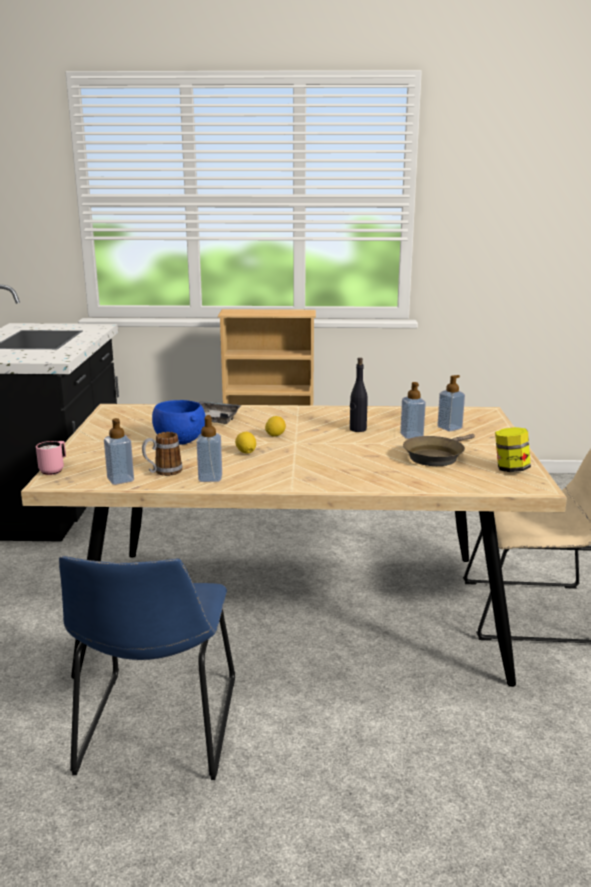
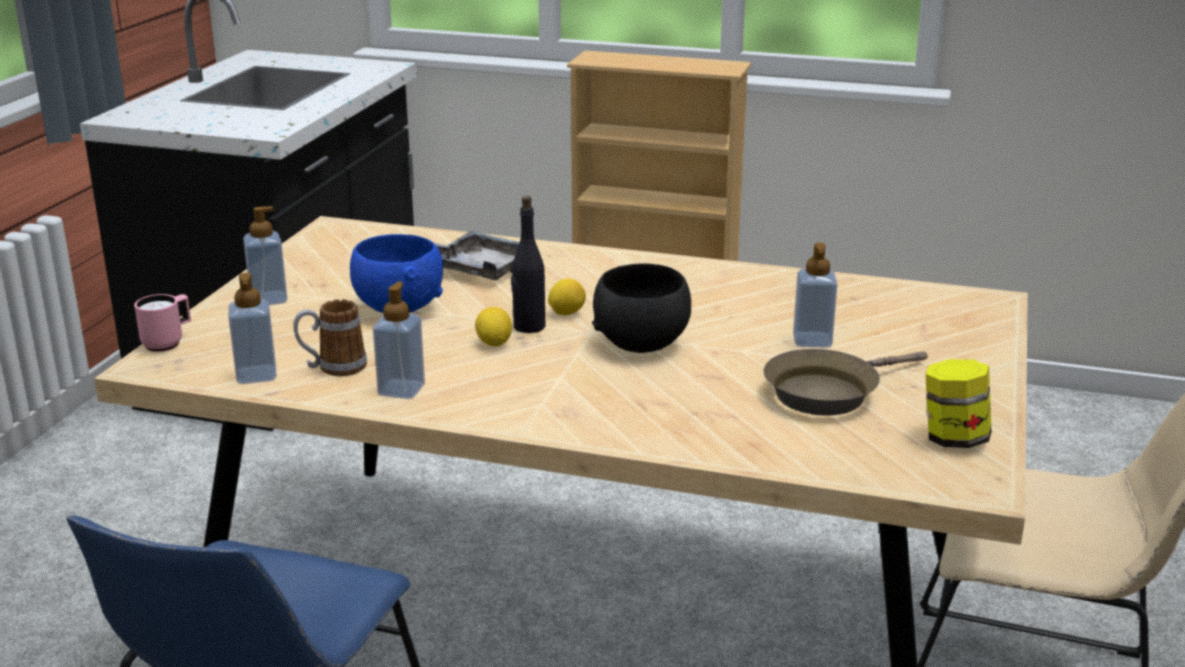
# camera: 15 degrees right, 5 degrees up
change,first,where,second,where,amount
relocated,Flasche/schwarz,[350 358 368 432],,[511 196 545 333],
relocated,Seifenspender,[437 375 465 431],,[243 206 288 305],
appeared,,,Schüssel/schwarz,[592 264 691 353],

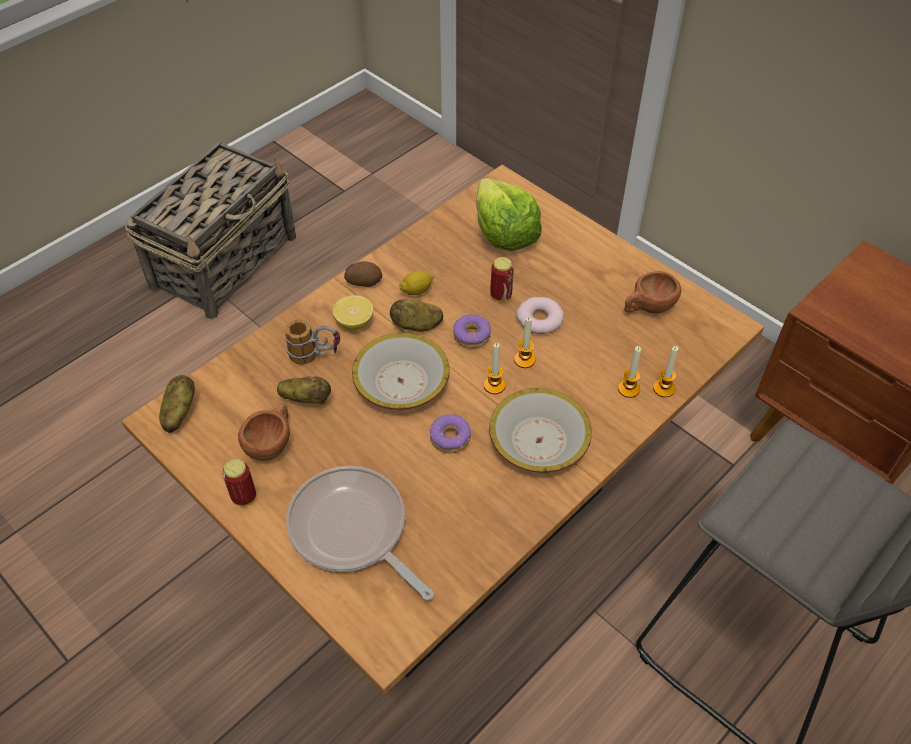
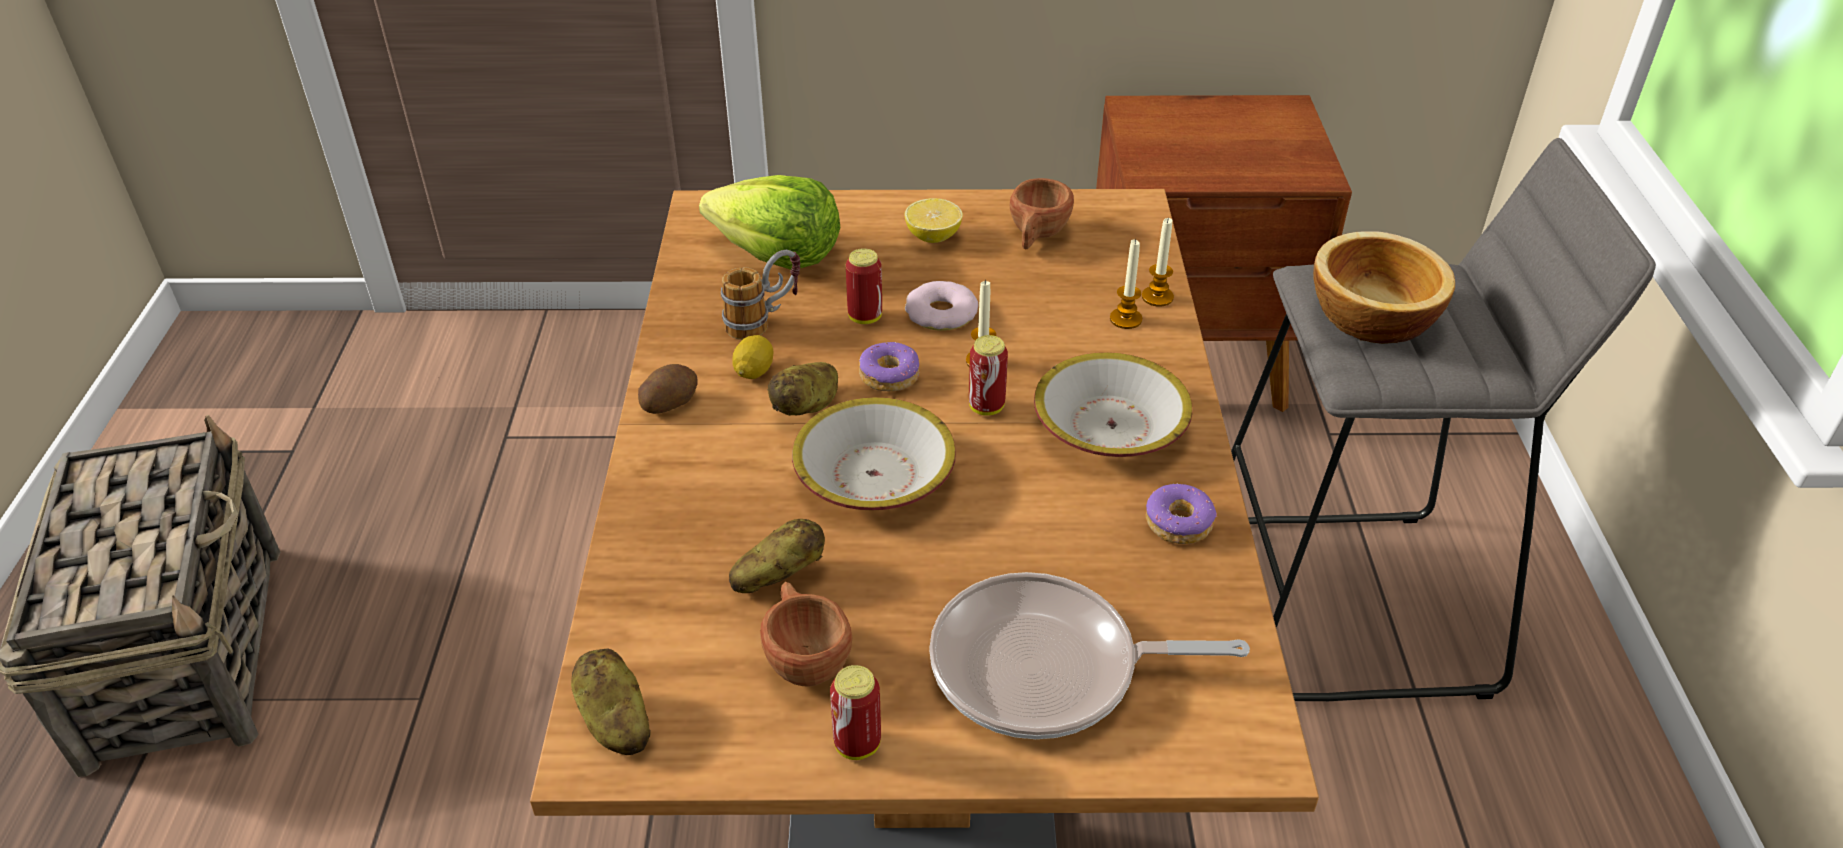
# camera: 45 degrees left, 10 degrees down
change,first,where,second,where,amount
relocated,Zitrone,[333 295 373 330],,[905 198 963 243],
relocated,Henkelbecher,[285 319 340 365],,[721 250 800 340],
exchanged,Kerze,[484 343 505 394],Dose,[969 335 1008 416],
relocated,Donut,[430 414 471 453],,[1146 483 1217 544],
appeared,,,Schüssel,[1313 231 1455 344],

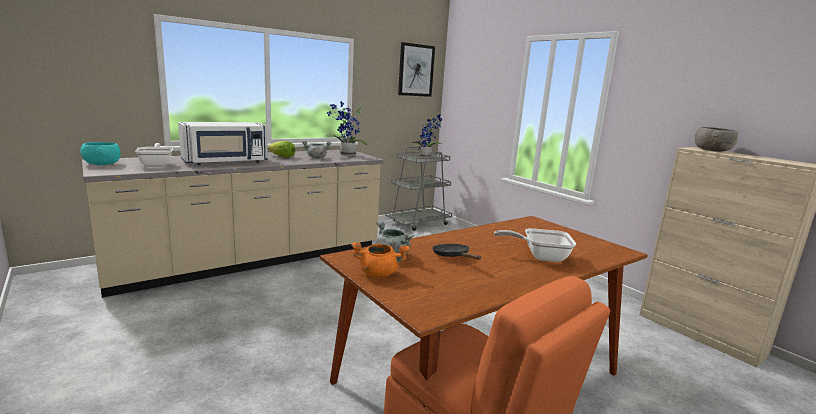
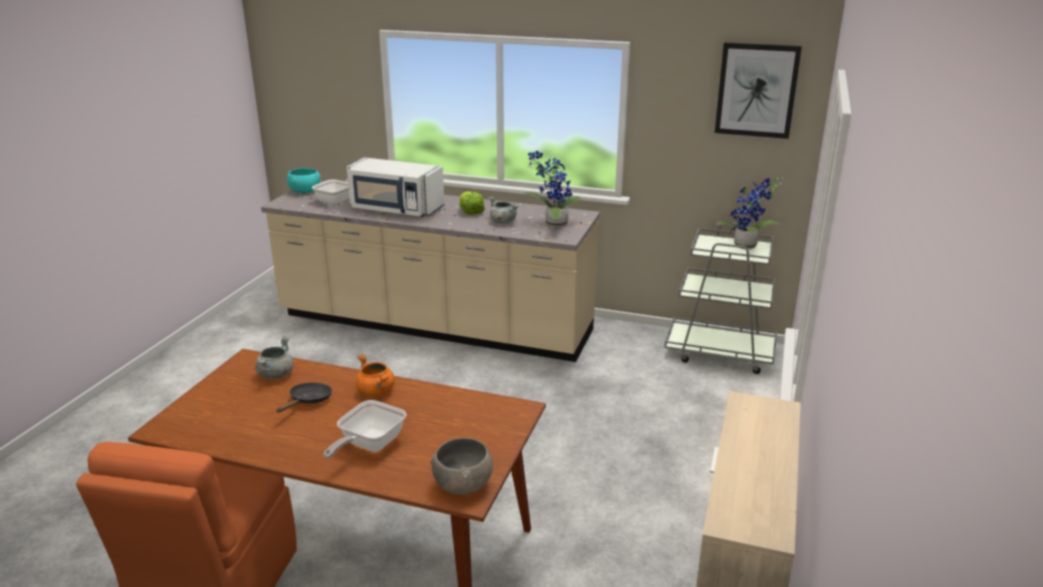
# camera: 55 degrees right, 10 degrees up
change,first,where,second,where,amount
relocated,Schüssel/grau,[695 127 739 152],,[431 438 493 495],
spun,Pfanne,[494 228 576 262],,[324 400 406 459],120 degrees counterclockwise
relocated,Kochtopf/orange,[351 242 409 278],,[356 355 395 396],

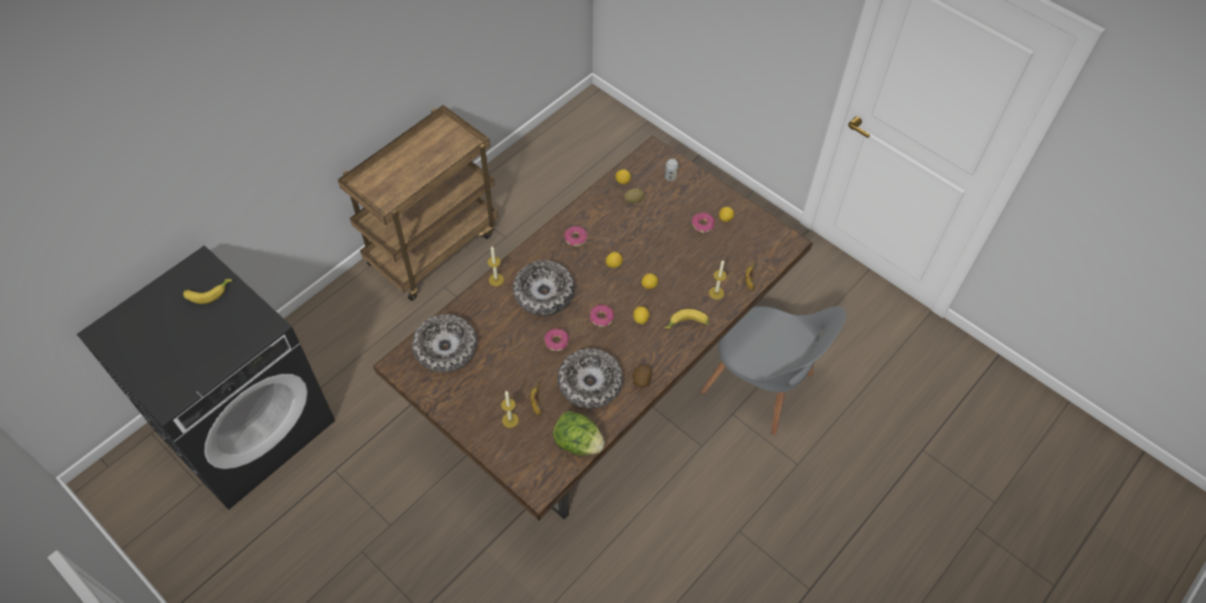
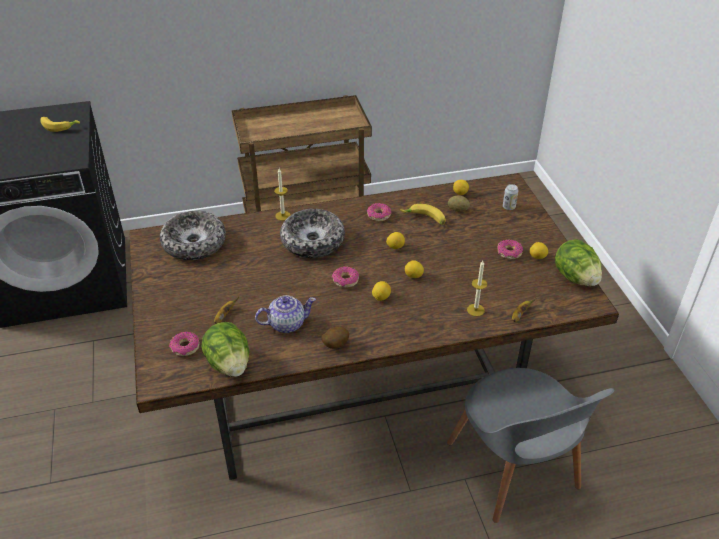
# camera: 35 degrees right, 15 degrees down
change,first,where,second,where,amount
relocated,Banane,[664 309 709 329],,[400 204 446 225],
relocated,Donut,[544 328 569 351],,[169 332 200 356],
exchanged,Schüssel,[557 348 623 409],Teekanne,[255 295 316 333],
missing,Kerze,[501 391 519 428],,,
appeared,,,Salatkopf,[555 239 602 286],

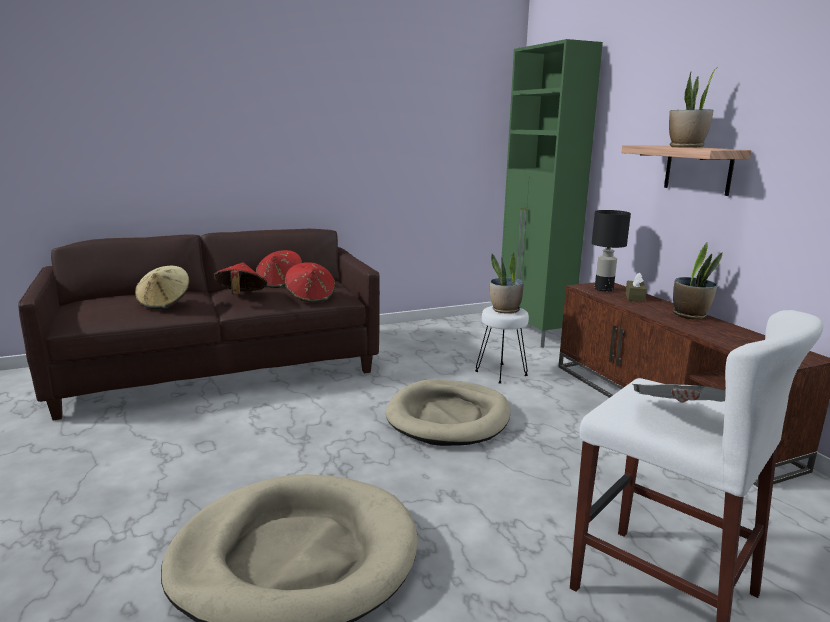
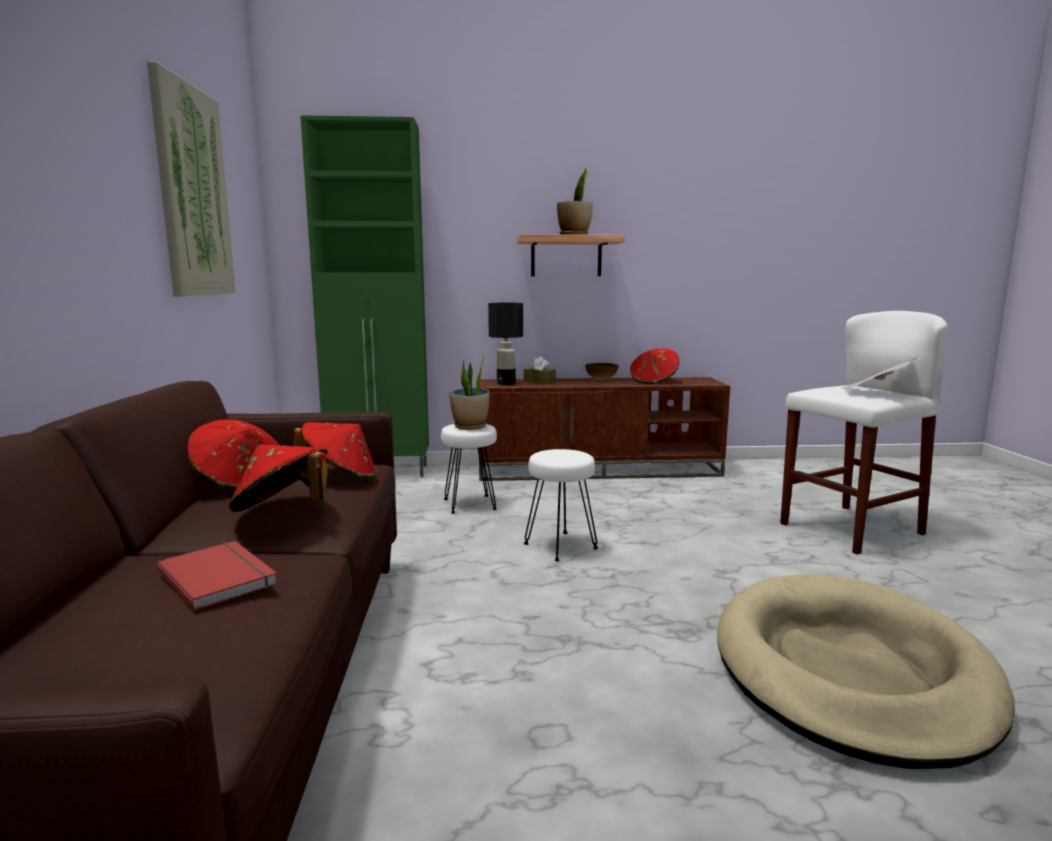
# camera: 70 degrees left, 5 degrees down
change,first,where,second,where,amount
exchanged,Topfpflanze,[672 242 723 320],Schüssel,[585 363 619 381],
exchanged,Hut/beige,[135 266 189 309],Buch/rot,[157 541 278 610],
exchanged,Hundebett/beige,[386 379 510 446],Hocker/weiß,[524 449 598 561],
appeared,,,Bild,[147 61 236 296],
appeared,,,Hut/rot,[630 348 679 384],

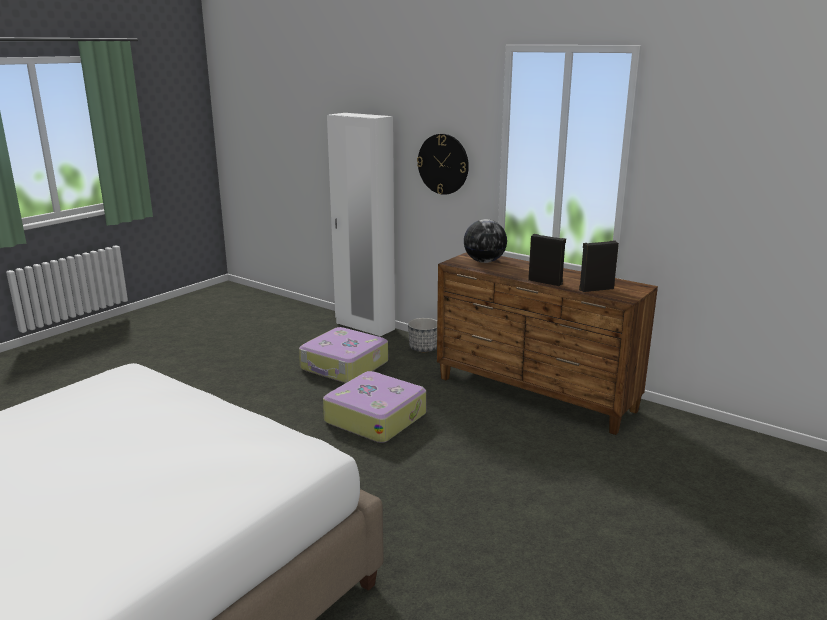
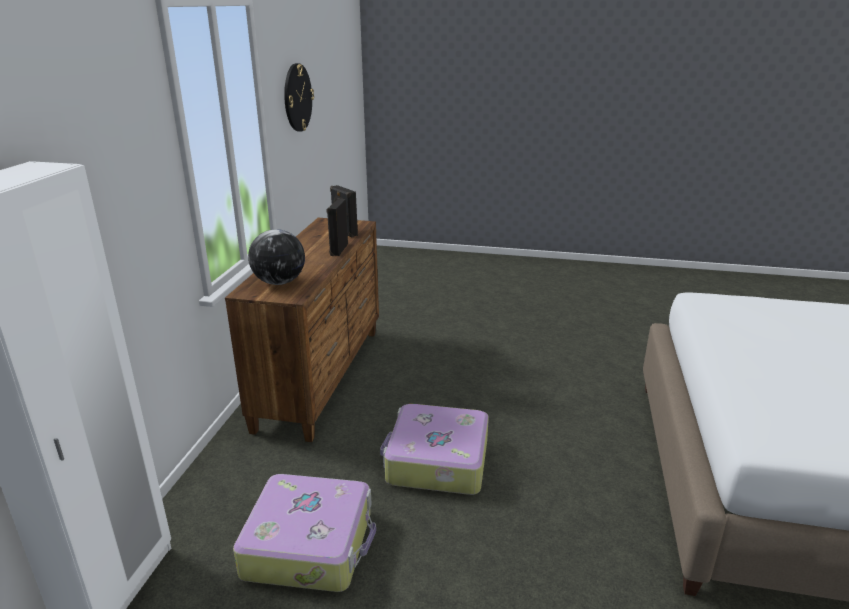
# camera: 115 degrees left, 5 degrees up
change,first,where,second,where,amount
relocated,Wanduhr,[417 134 469 195],,[284 63 314 132],
missing,Pflanzkübel,[408 318 437 352],,,

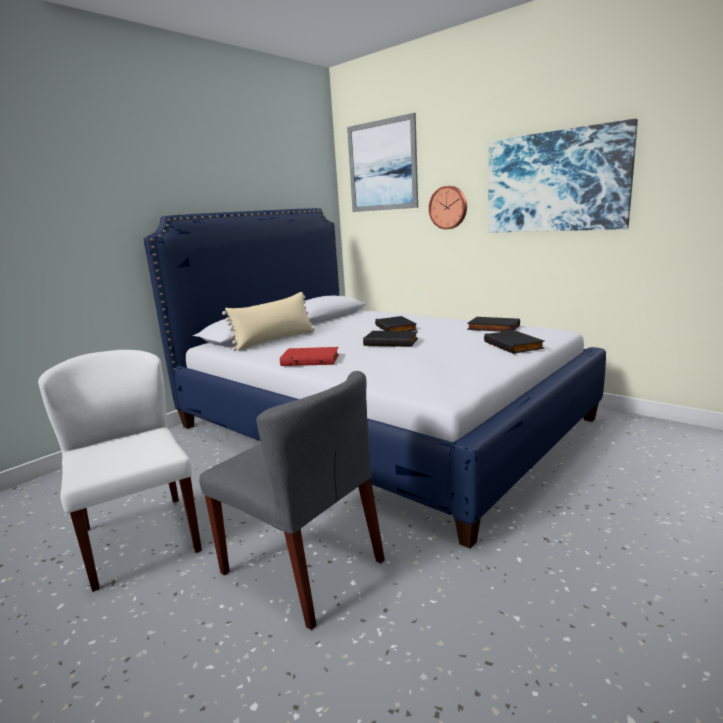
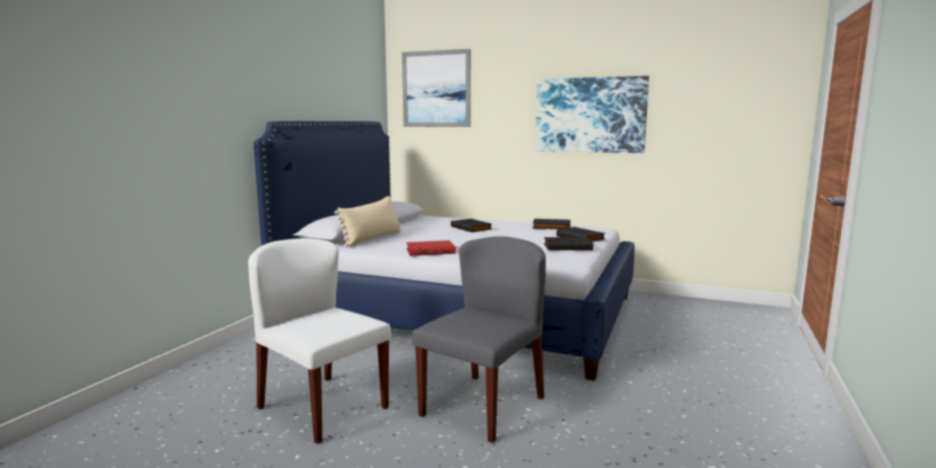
# camera: 20 degrees left, 5 degrees down
change,first,where,second,where,amount
missing,Wanduhr,[429 186 467 229],,,
relocated,Buch/schwarz,[363 331 418 347],,[544 237 593 250],
spun,Stuhl/grau,[199 371 385 630],,[412 236 546 443],75 degrees counterclockwise

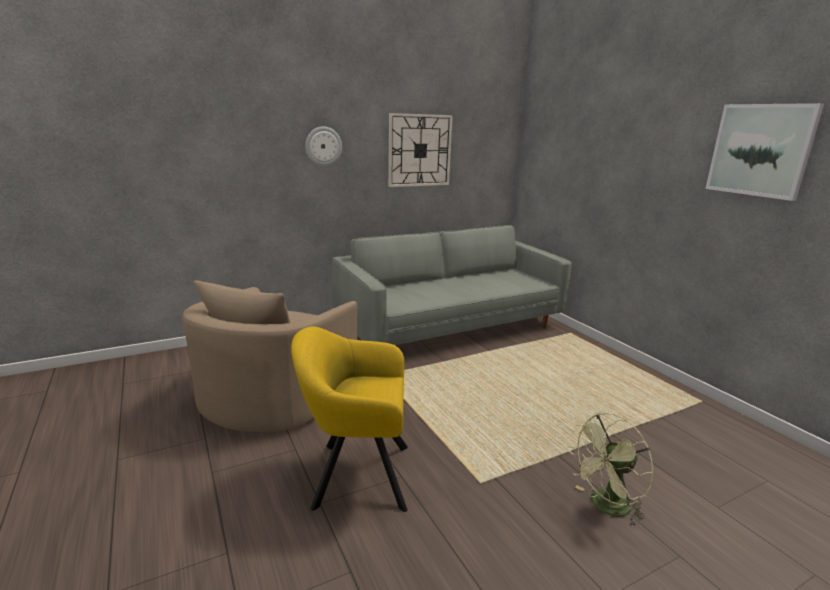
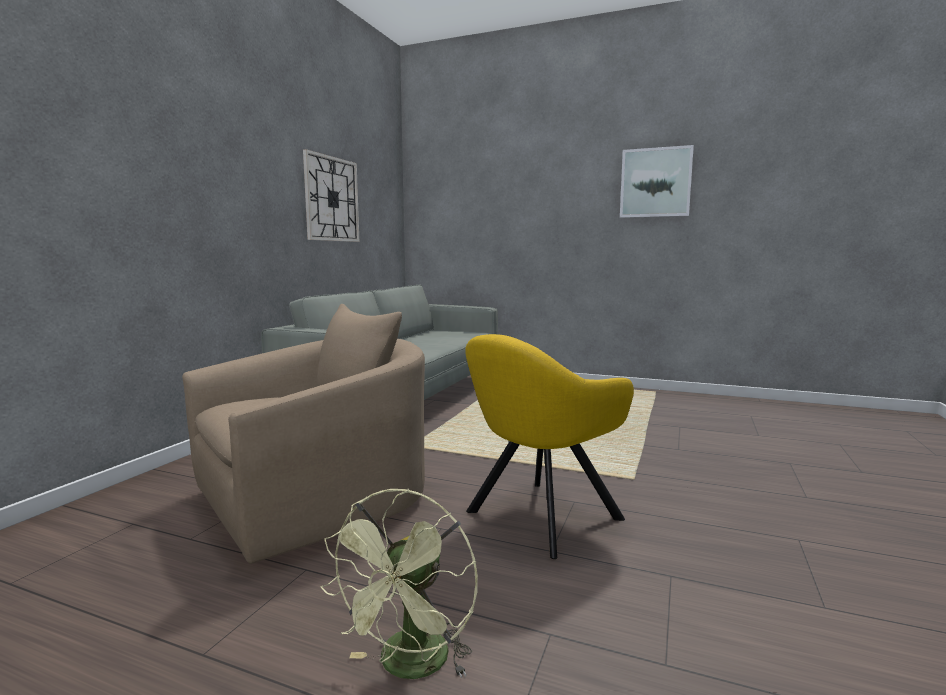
# camera: 40 degrees left, 10 degrees down
change,first,where,second,where,amount
missing,Wanduhr,[305 126 342 166],,,
spun,Sessel/beige,[182 281 357 432],,[182 304 425 564],105 degrees counterclockwise
relocated,Ventilator/grün,[568 413 654 528],,[320 489 478 679],

